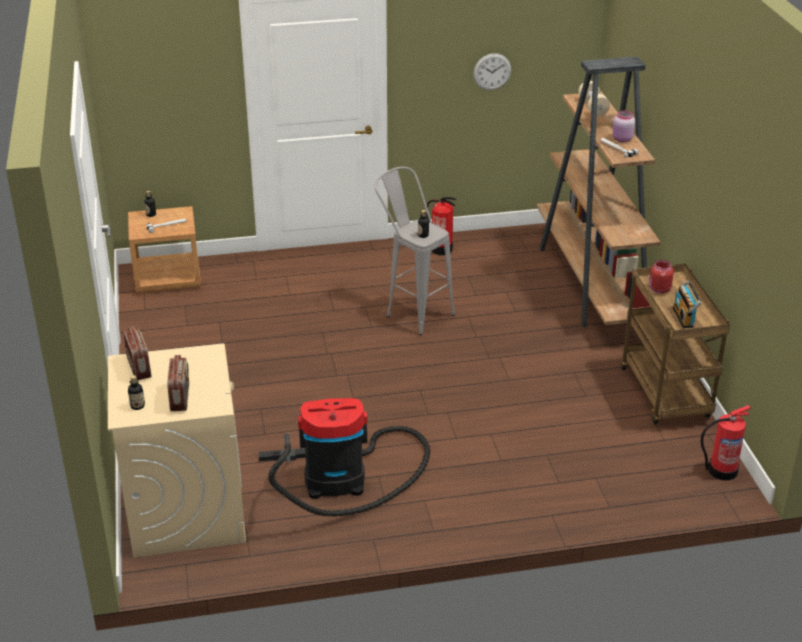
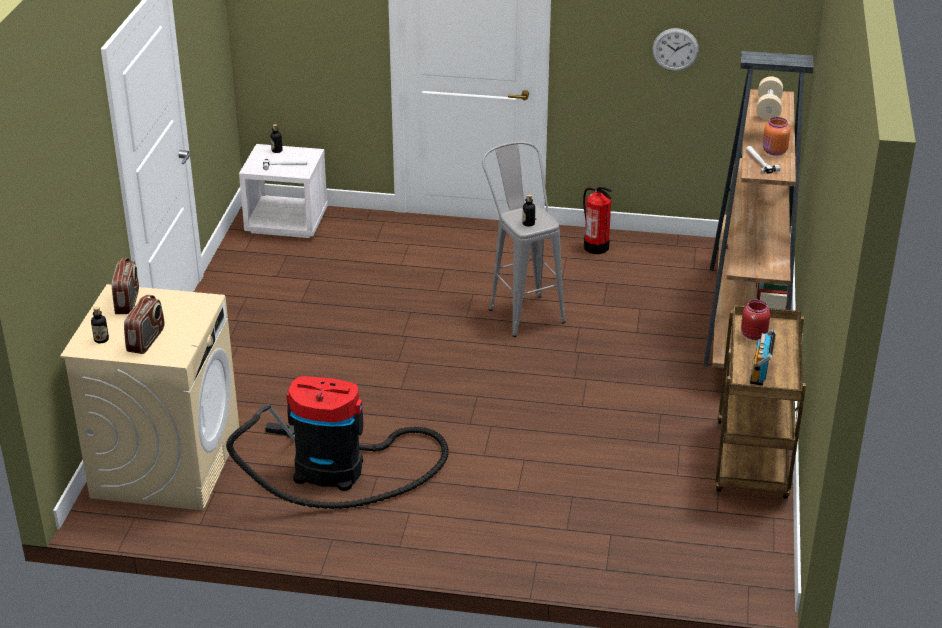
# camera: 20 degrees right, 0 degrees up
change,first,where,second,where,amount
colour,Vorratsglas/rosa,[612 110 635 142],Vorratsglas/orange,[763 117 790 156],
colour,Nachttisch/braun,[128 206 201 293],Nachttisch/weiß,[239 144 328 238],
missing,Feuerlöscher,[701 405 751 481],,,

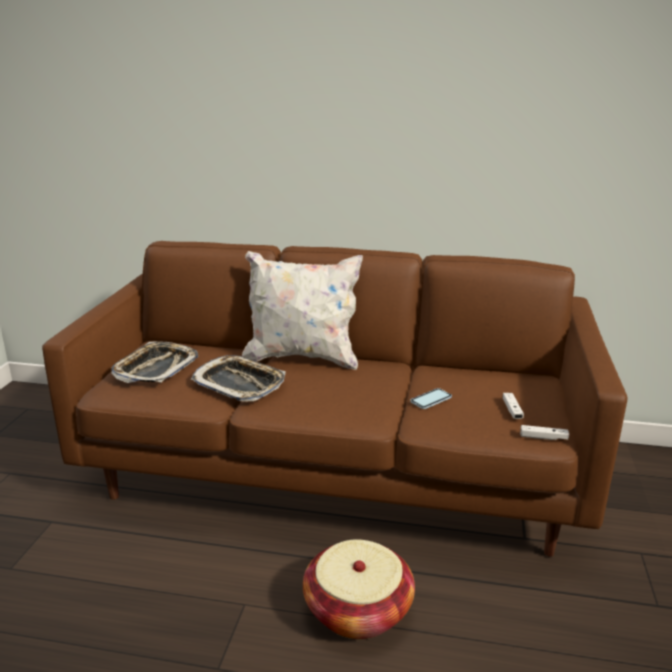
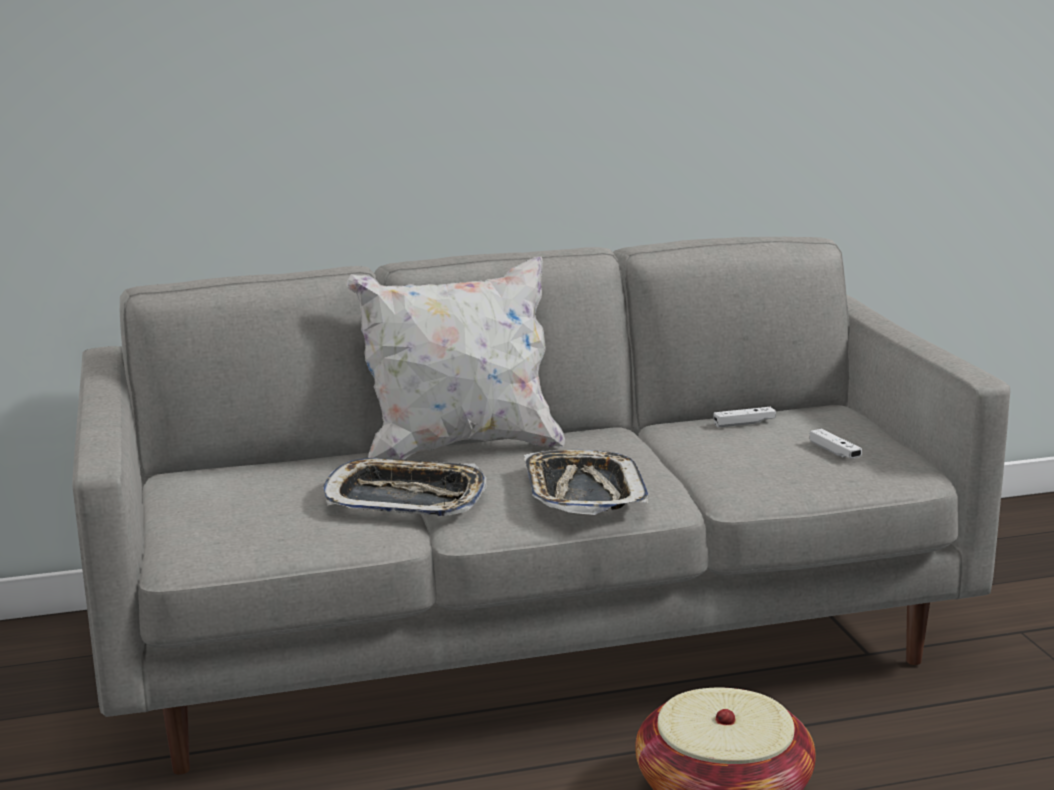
# camera: 25 degrees left, 5 degrees down
change,first,where,second,where,amount
colour,Sofa/braun,[42 241 628 557],Sofa/grau,[72 237 1010 775],
relocated,Tablett,[111 342 198 383],,[524 450 649 515],
missing,Handy,[410 388 452 409],,,
relocated,Gamepad/weiß,[520 425 569 440],,[713 407 776 428],

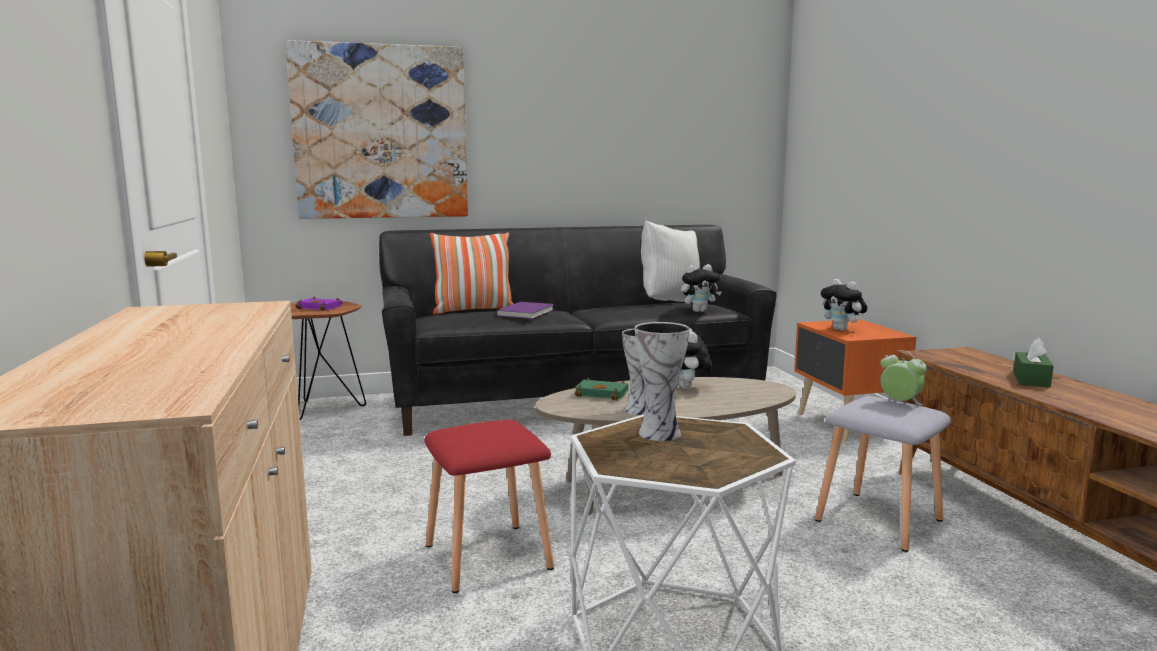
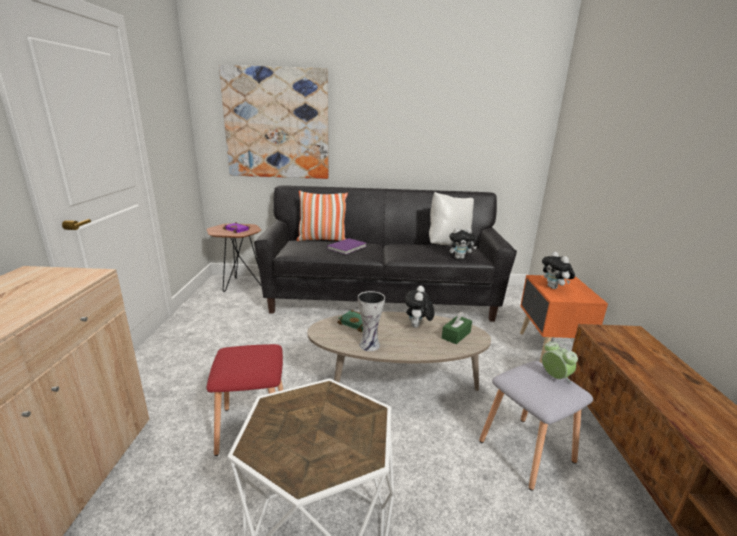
# camera: 15 degrees right, 10 degrees up
change,first,where,second,where,amount
missing,Vase,[635 322 690 441],,,
relocated,Taschentuchbox/grün,[1013 338 1053 388],,[442 312 472 344],

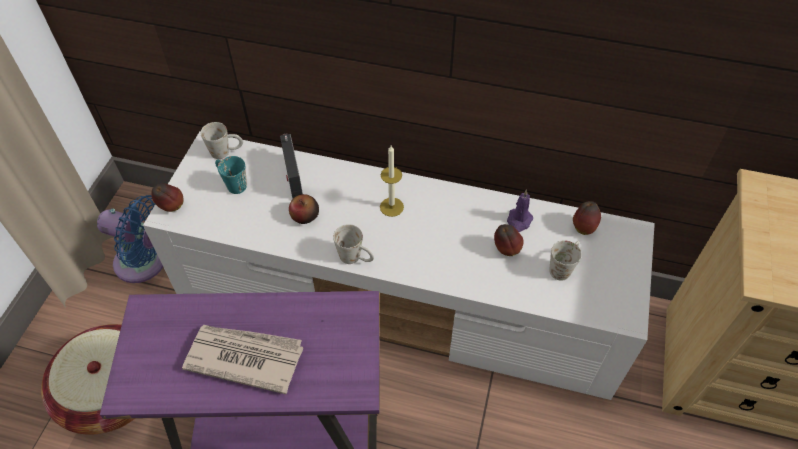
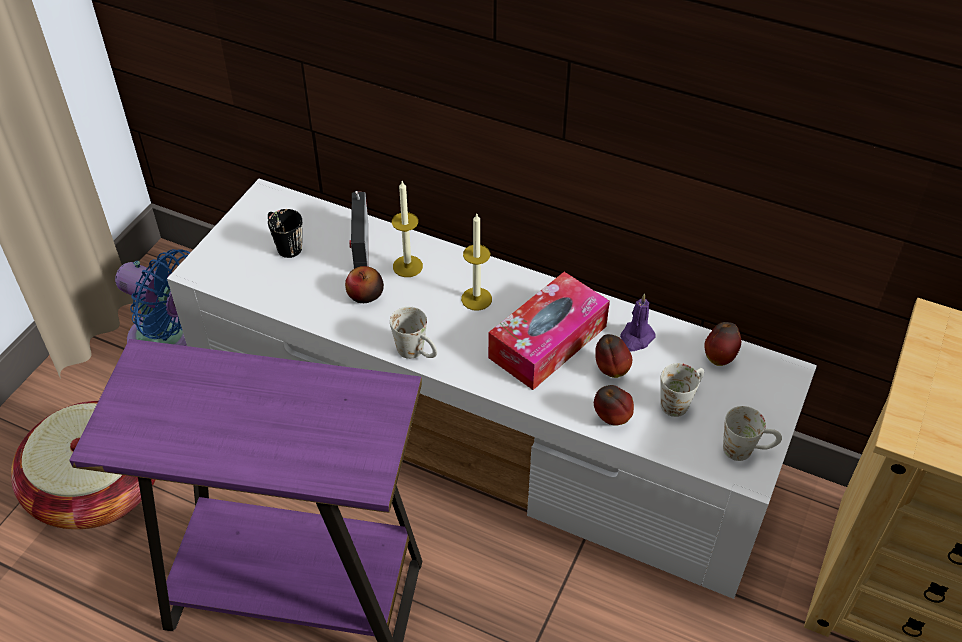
# camera: 10 degrees right, 5 degrees down
change,first,where,second,where,amount
relocated,Henkelbecher/weiß,[200 122 243 159],,[723 406 782 461],
colour,Henkelbecher/türkis,[215 156 247 194],Henkelbecher/schwarz,[268 209 302 258],
relocated,Apfel,[152 183 184 212],,[594 385 634 426],
missing,Zeitung,[182 325 303 394],,,
appeared,,,Kerze,[392 181 423 277],
appeared,,,Taschentuchbox,[488 272 610 390],

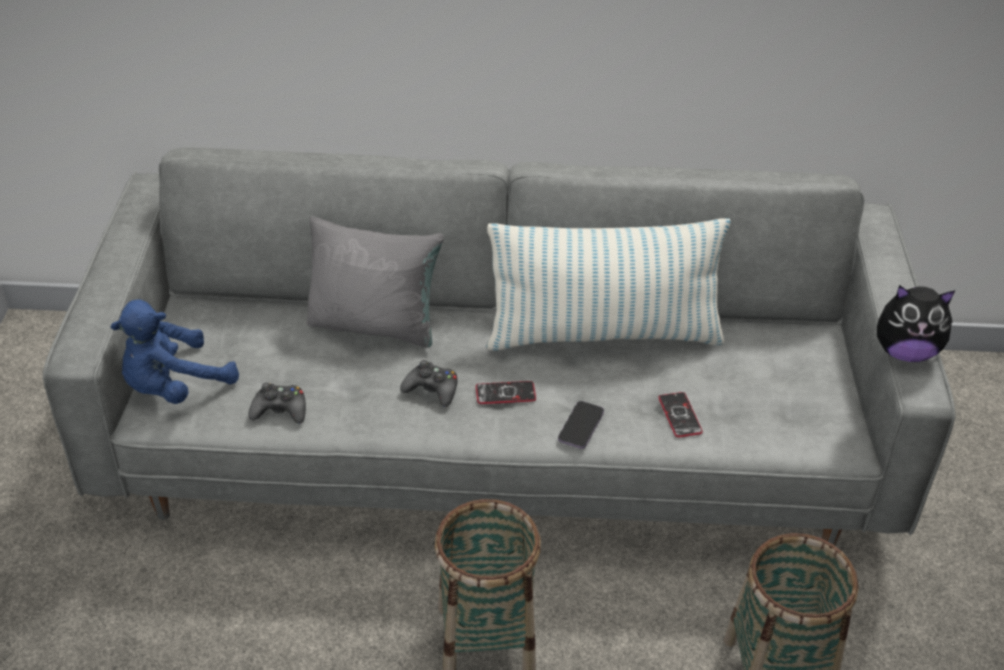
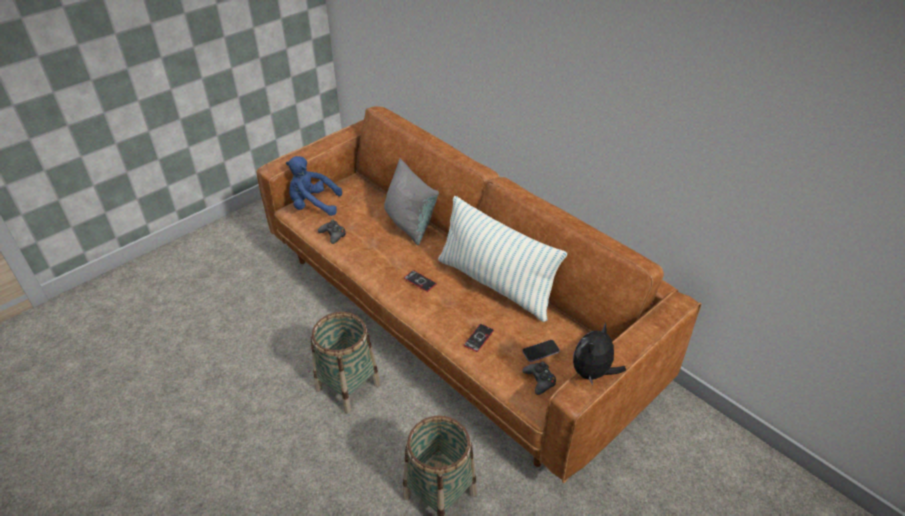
# camera: 45 degrees right, 0 degrees up
change,first,where,second,where,amount
colour,Sofa/grau,[43 148 955 545],Sofa/braun,[256 106 701 483],
spun,Plüschtier,[877 285 955 362],,[573 322 626 386],75 degrees clockwise
relocated,Gamepad/schwarz,[400 360 458 407],,[522 361 556 395],
relocated,Handy,[558 401 604 449],,[522 340 560 362],

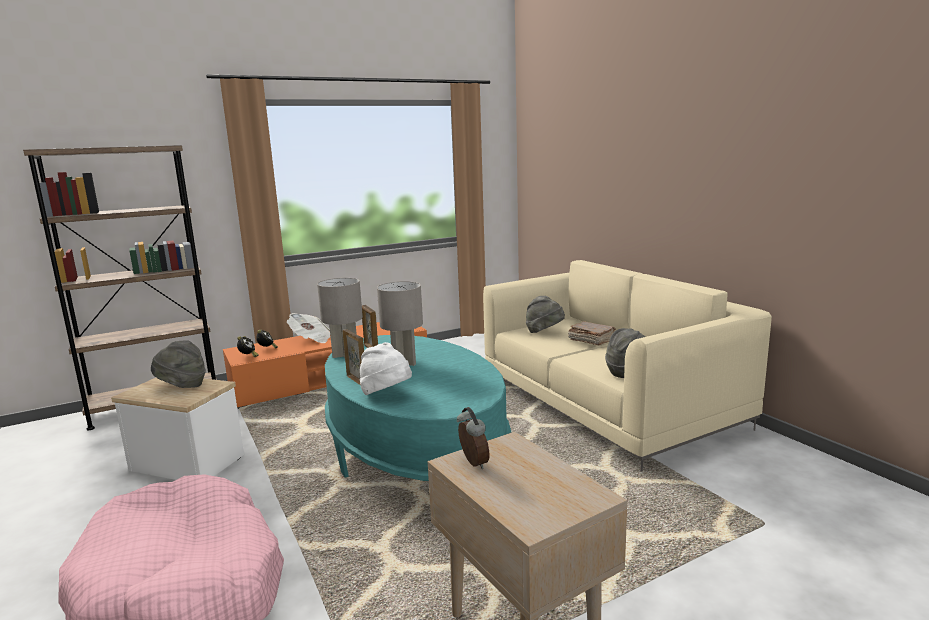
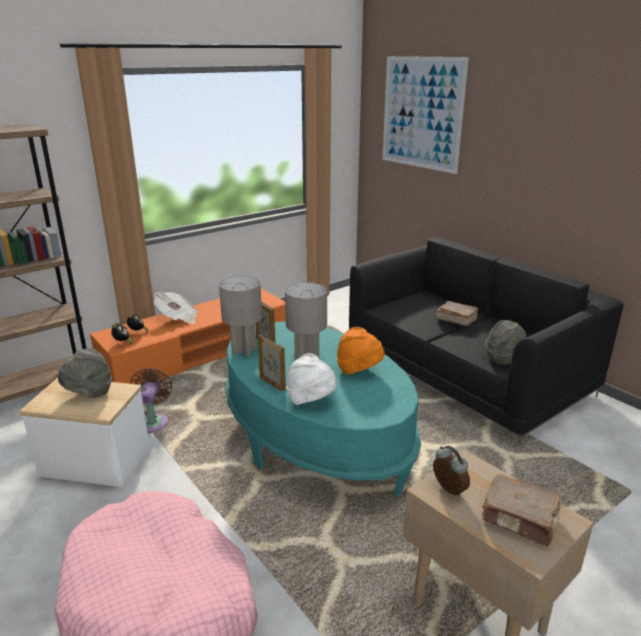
# camera: 10 degrees left, 10 degrees up
change,first,where,second,where,amount
colour,Sofa/beige,[483 260 772 472],Sofa/schwarz,[349 237 624 446],
missing,Hut/grau,[526 296 565 333],,,
appeared,,,Bild,[383 56 469 174],
appeared,,,Hut/orange,[337 327 385 375],
appeared,,,Ventilator/braun,[130 368 172 433],
appeared,,,Buch/braun,[482 474 562 546],

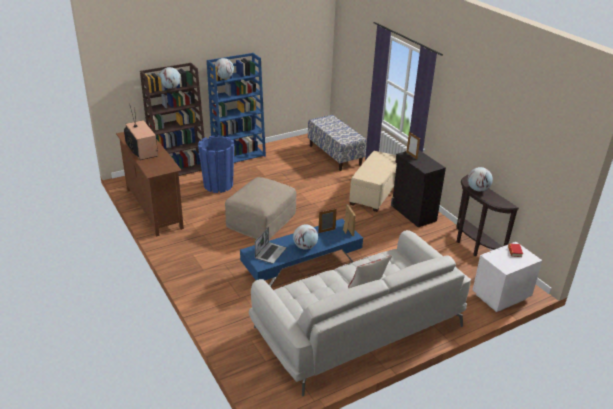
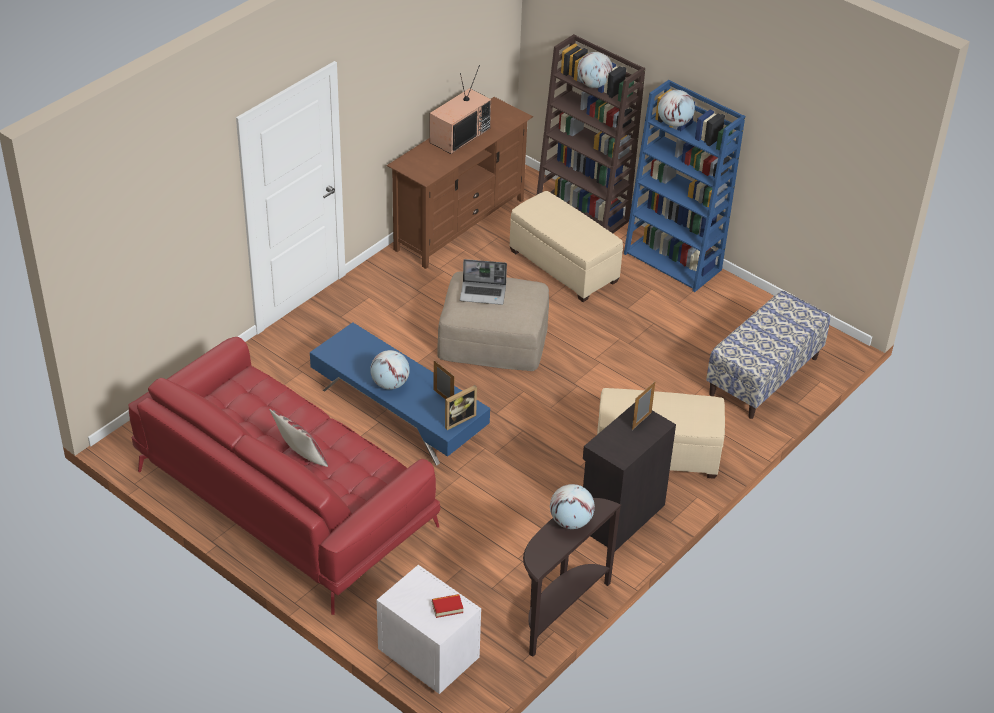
# camera: 70 degrees right, 10 degrees up
change,first,where,second,where,amount
exchanged,Pflanzkübel/blau,[198 135 234 193],Polsterhocker/beige,[510 191 623 302],
relocated,Laptop,[255 227 286 264],,[460 259 507 305],
colour,Sofa/weiß,[249 230 471 396],Sofa/rot,[128 337 440 615],

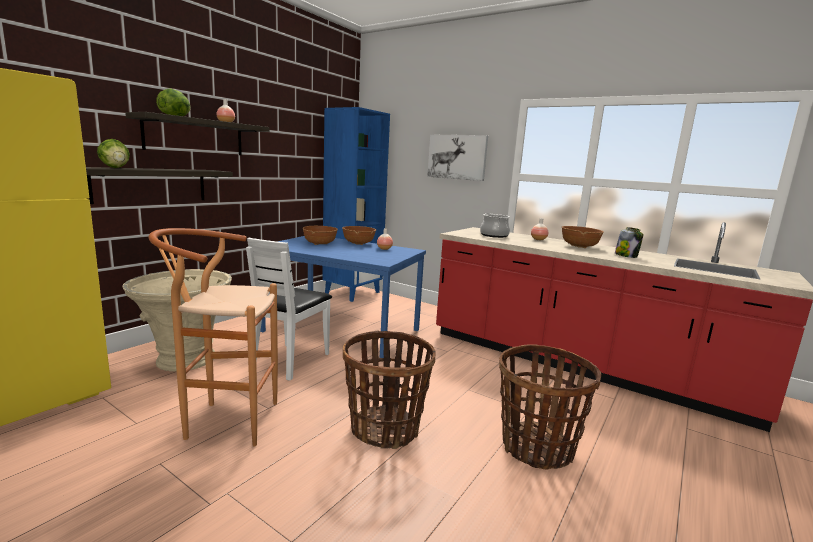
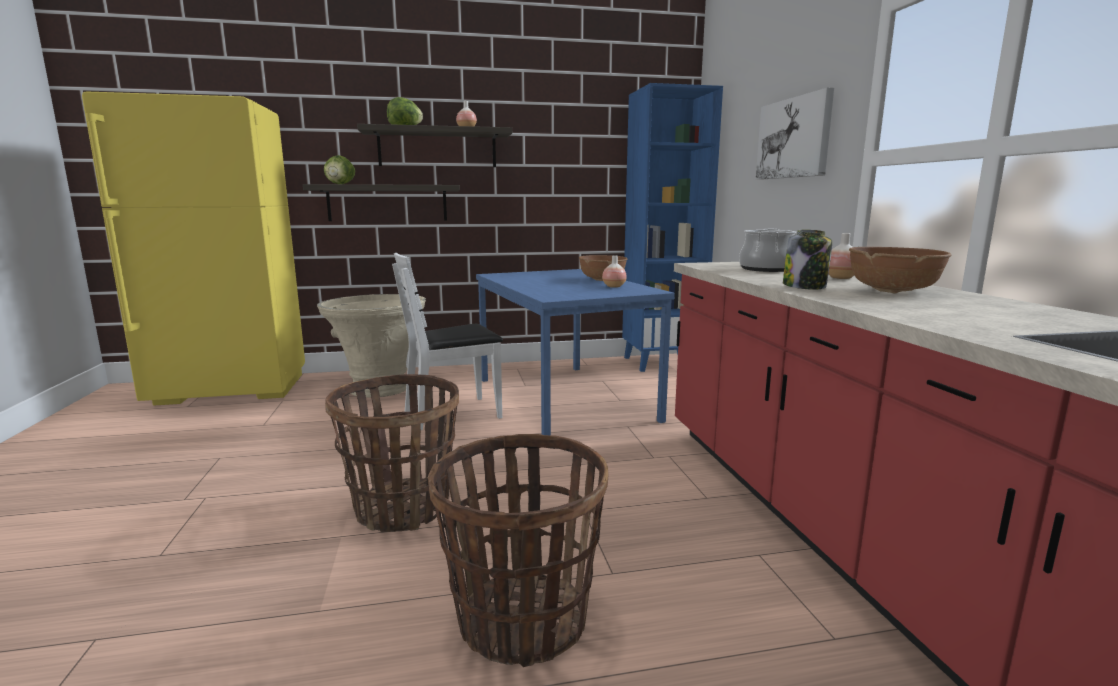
# camera: 45 degrees right, 0 degrees up
change,first,where,second,where,amount
missing,Schüssel/braun,[303 226 338 245],,,
relocated,Vorratsglas,[615 227 644 258],,[783 230 832 290],
missing,Hocker/braun,[148 228 278 446],,,

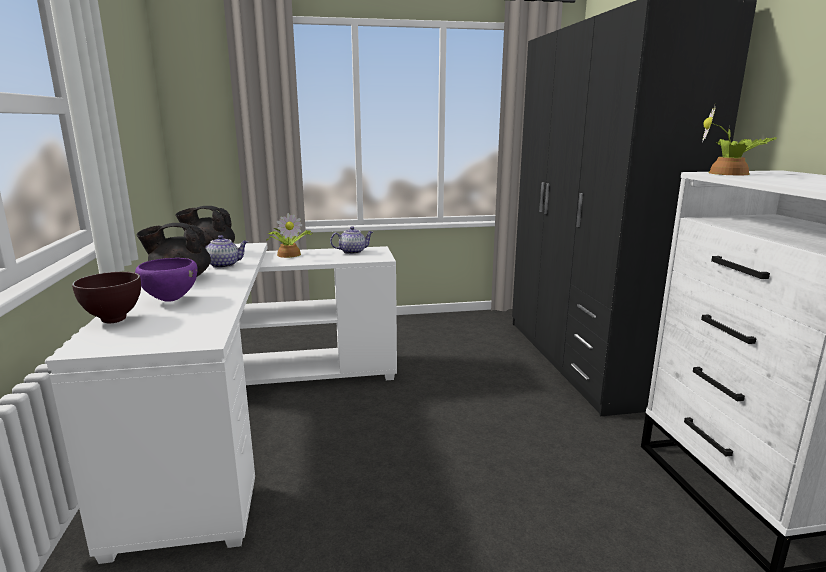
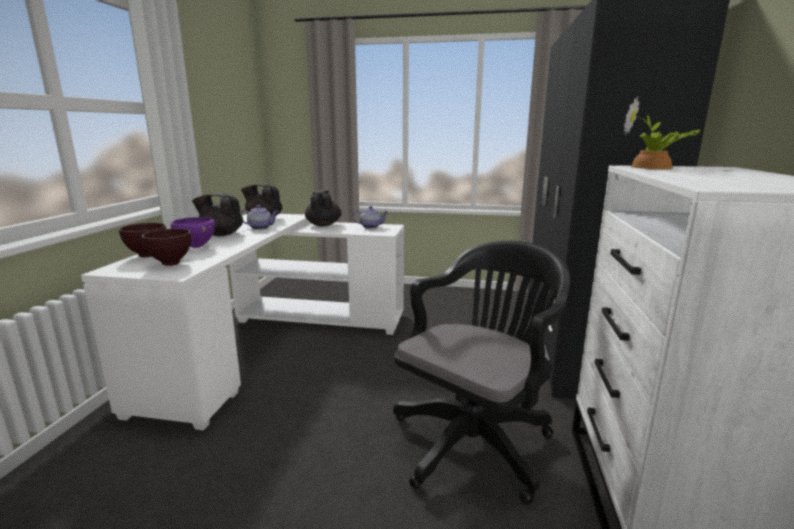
# camera: 20 degrees right, 0 degrees up
change,first,where,second,where,amount
exchanged,Topfpflanze,[266 213 312 258],Teekanne/schwarz,[305 190 341 226],
appeared,,,Schüssel/braun,[142 229 191 266],
appeared,,,Bürostuhl/schwarz,[393 241 570 505],

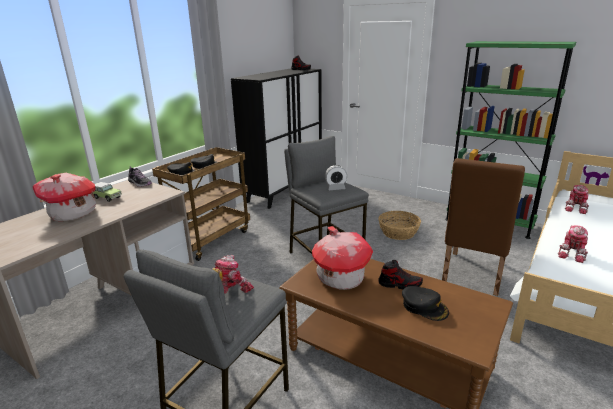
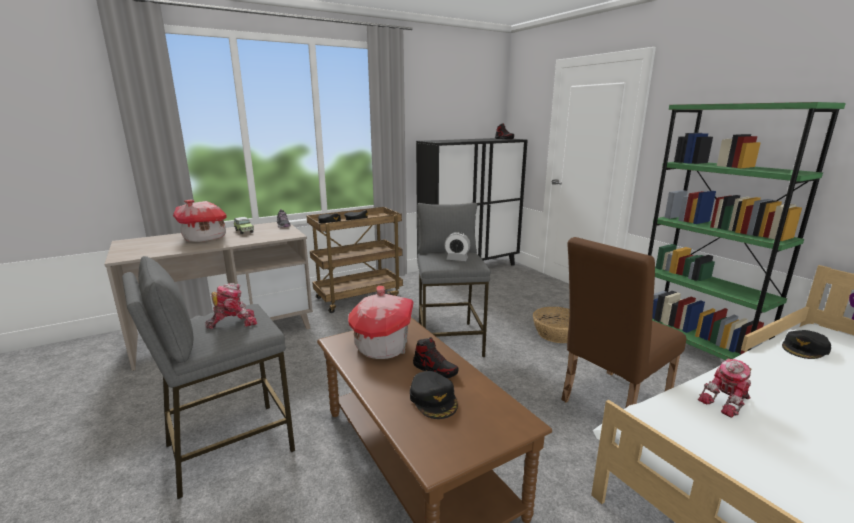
# camera: 25 degrees right, 5 degrees down
change,first,where,second,where,amount
exchanged,Spielzeugroboter,[565 185 589 214],Kappe/schwarz,[782 330 831 359],

